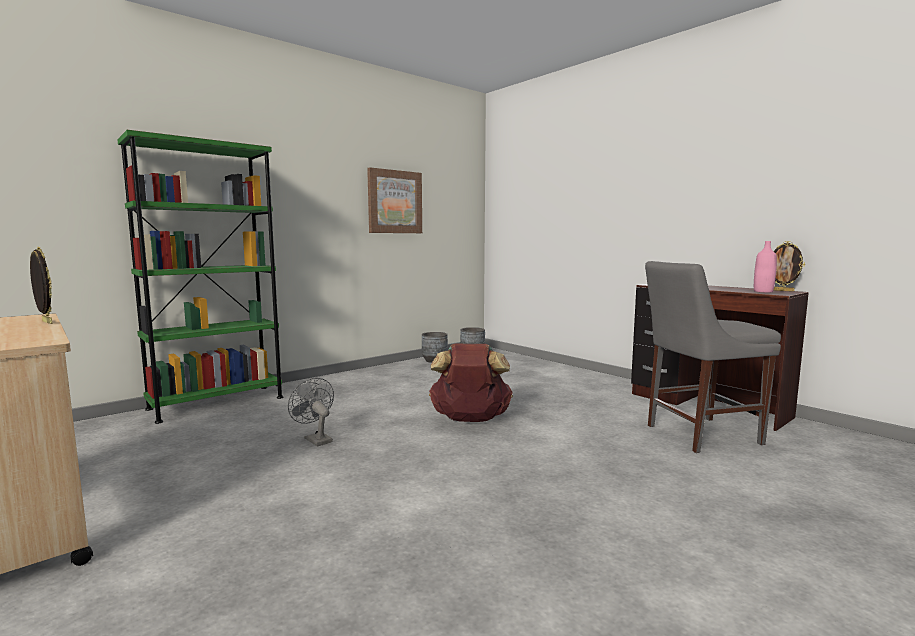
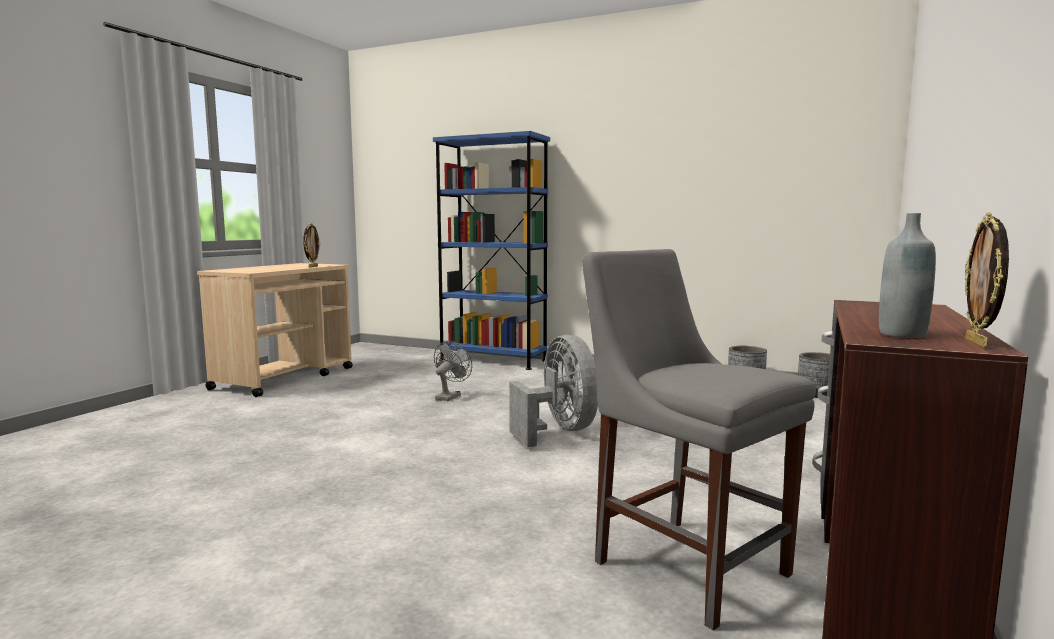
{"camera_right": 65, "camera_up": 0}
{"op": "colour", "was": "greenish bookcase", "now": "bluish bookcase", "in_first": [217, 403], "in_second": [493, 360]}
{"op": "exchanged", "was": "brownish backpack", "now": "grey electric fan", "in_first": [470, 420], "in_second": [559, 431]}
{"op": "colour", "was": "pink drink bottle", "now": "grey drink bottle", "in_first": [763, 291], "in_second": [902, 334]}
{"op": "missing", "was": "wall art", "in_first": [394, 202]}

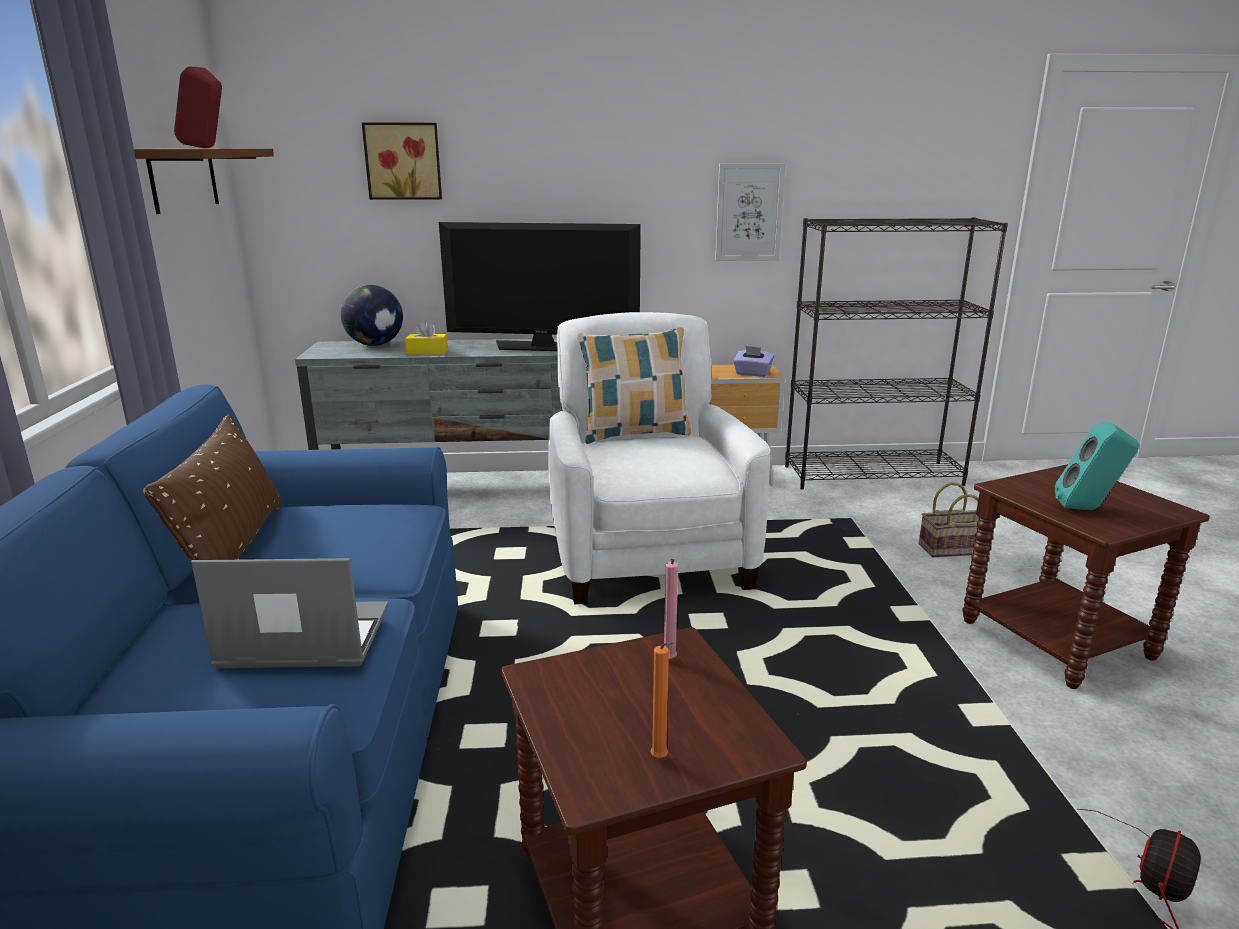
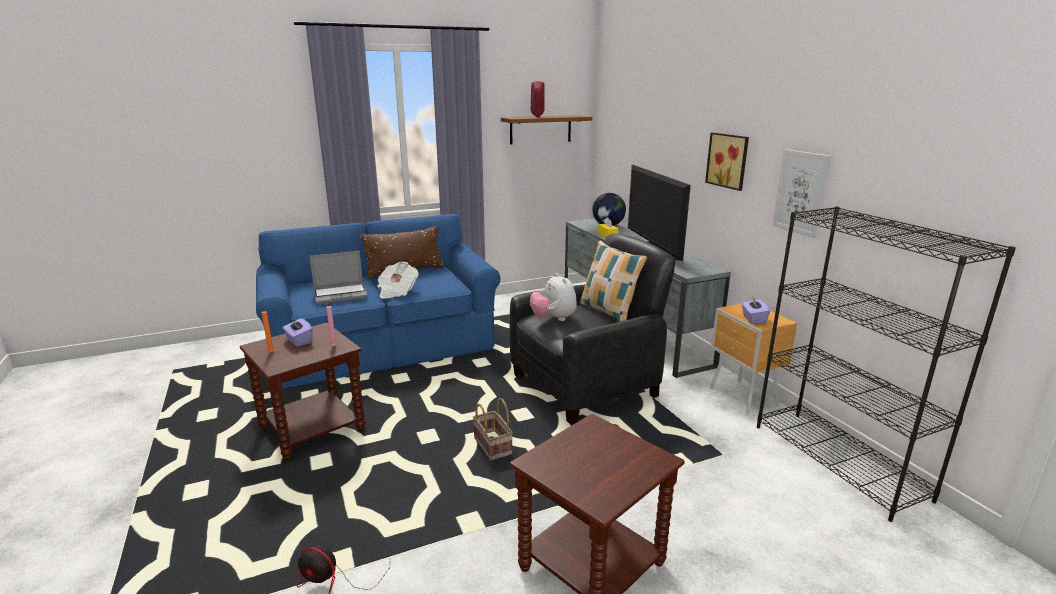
{"camera_right": 70, "camera_up": 0}
{"op": "appeared", "now": "purplish tissue holder", "in_second": [299, 341]}
{"op": "spun", "was": "laptop", "in_first": [302, 640], "in_second": [341, 294], "clockwise": 90}
{"op": "appeared", "now": "printed paper", "in_second": [397, 291]}
{"op": "relocated", "was": "storage basket", "in_first": [952, 548], "in_second": [494, 446]}
{"op": "colour", "was": "white-coloured lounge chair", "now": "blackish lounge chair", "in_first": [648, 556], "in_second": [586, 385]}
{"op": "appeared", "now": "cuddly toy", "in_second": [553, 319]}
{"op": "relocated", "was": "wall art", "in_first": [403, 161], "in_second": [728, 160]}
{"op": "missing", "was": "turquoise-coloured loudspeaker", "in_first": [1088, 509]}

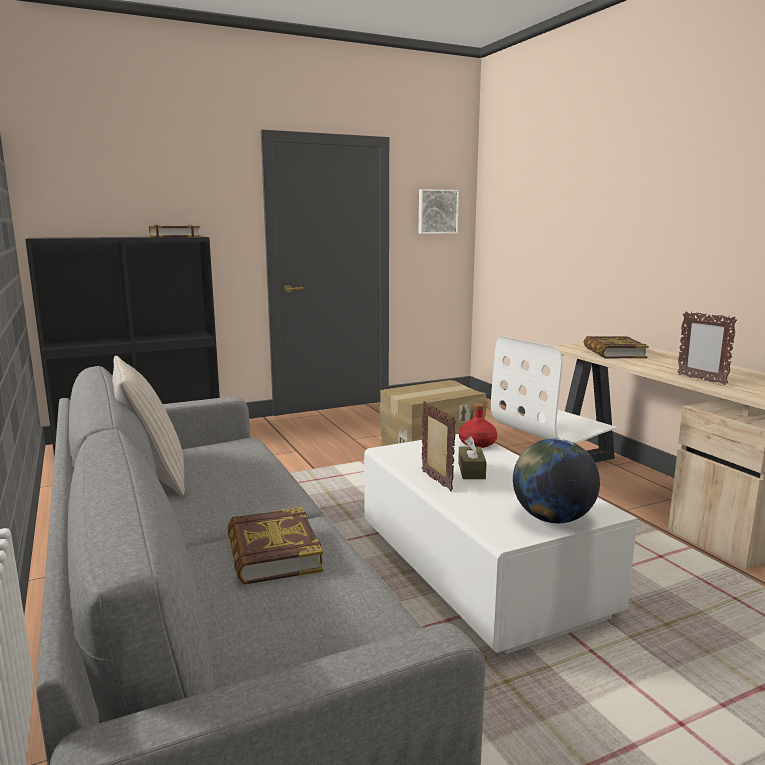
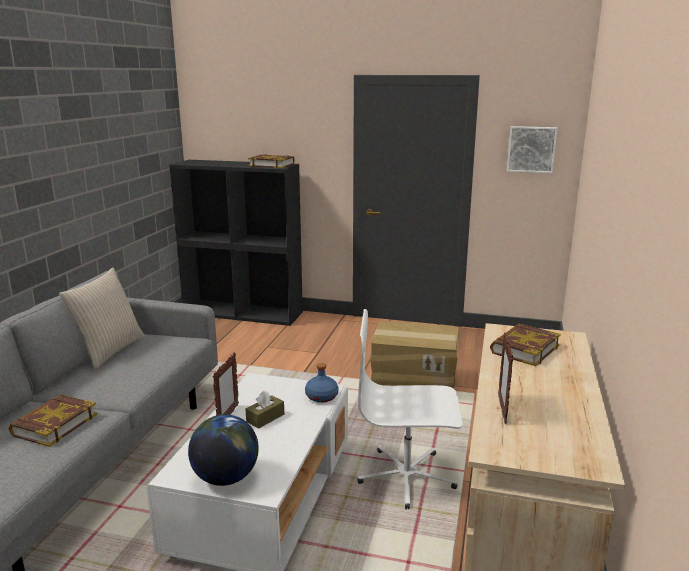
{"camera_right": 40, "camera_up": 5}
{"op": "colour", "was": "reddish drink bottle", "now": "bluish drink bottle", "in_first": [478, 443], "in_second": [322, 397]}

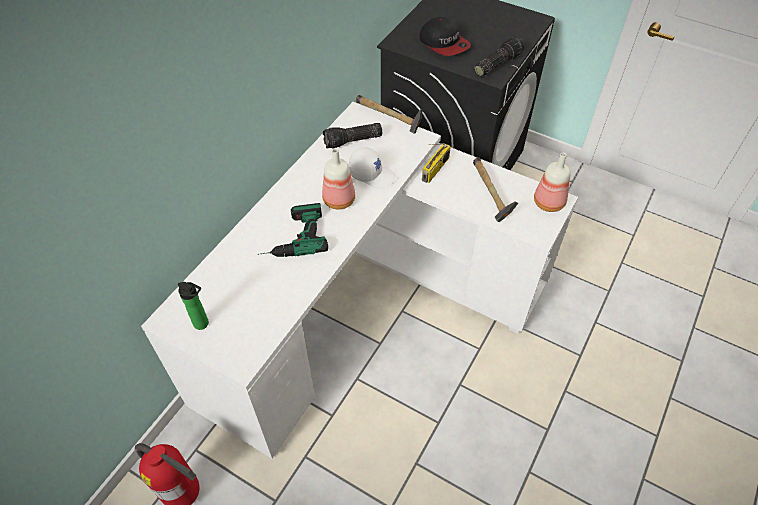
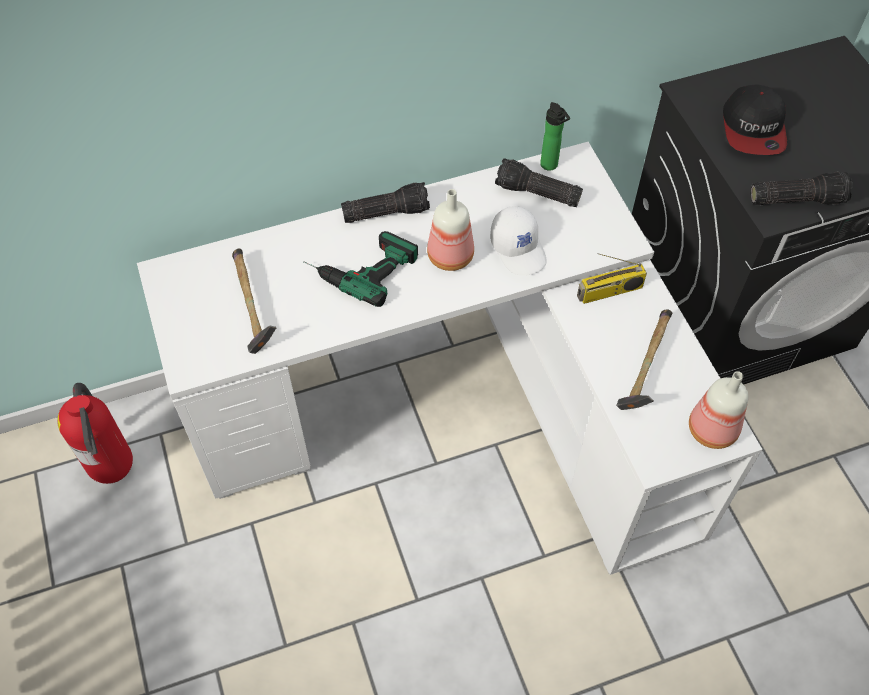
{"camera_right": 40, "camera_up": 5}
{"op": "relocated", "was": "hammer", "in_first": [389, 119], "in_second": [251, 308]}
{"op": "appeared", "now": "torch", "in_second": [386, 211]}
{"op": "relocated", "was": "drink bottle", "in_first": [203, 324], "in_second": [550, 166]}

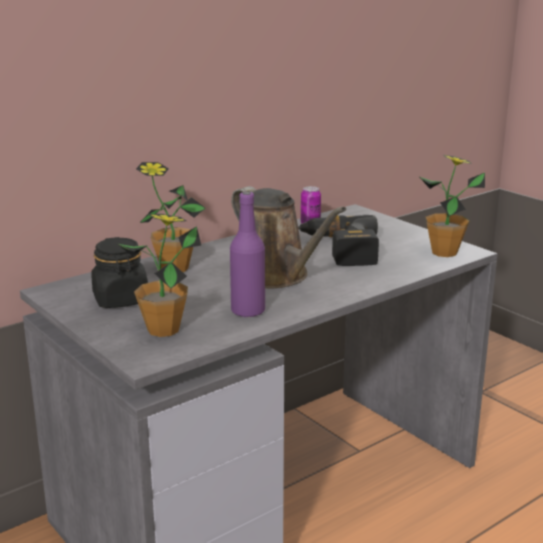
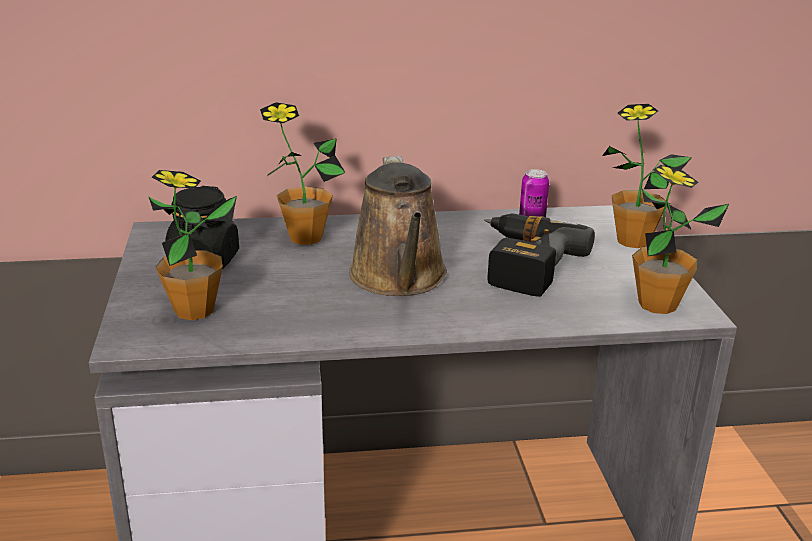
{"camera_right": 30, "camera_up": 5}
{"op": "appeared", "now": "potted plant", "in_second": [632, 241]}
{"op": "missing", "was": "purplish drink bottle", "in_first": [248, 311]}

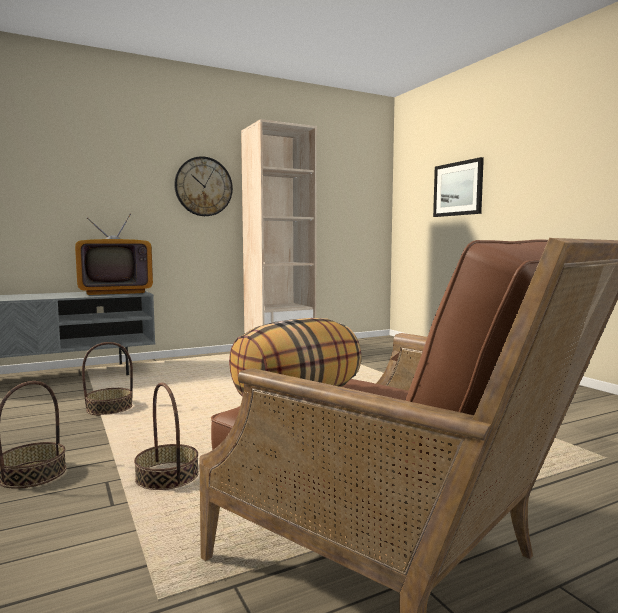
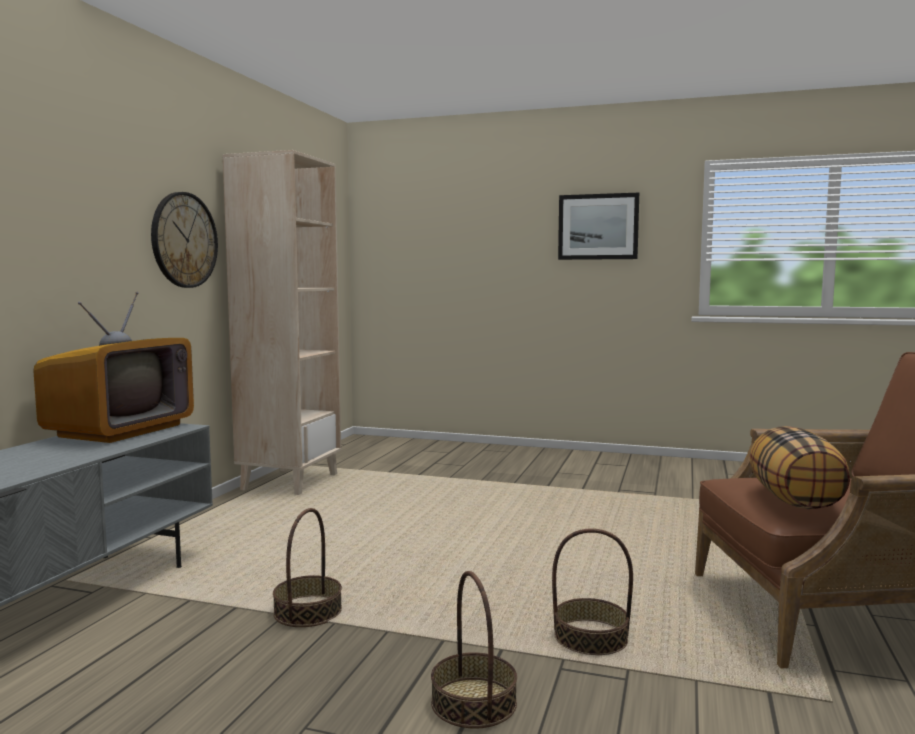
{"camera_right": -45, "camera_up": 0}
{"op": "relocated", "was": "wall art", "in_first": [458, 189], "in_second": [598, 227]}

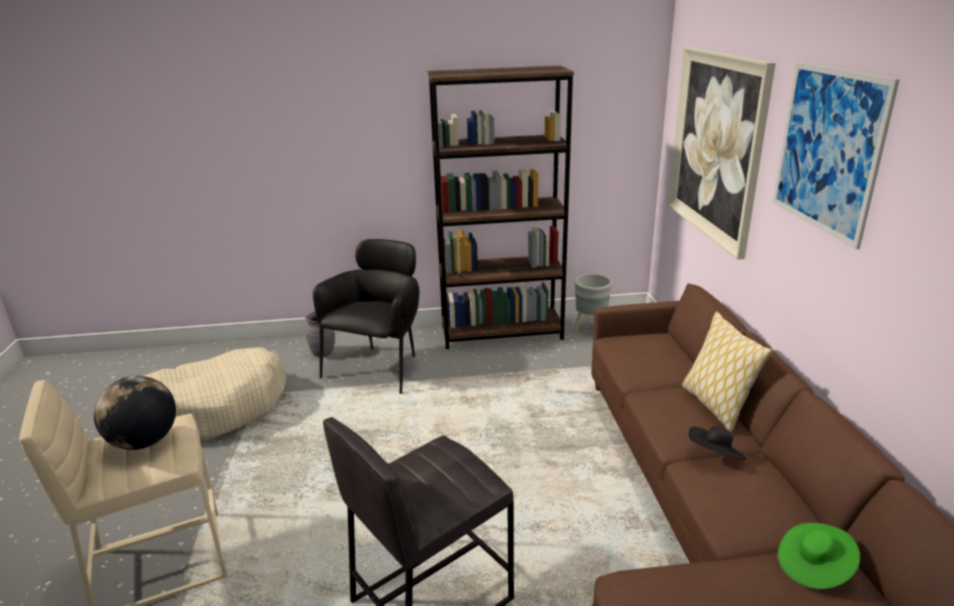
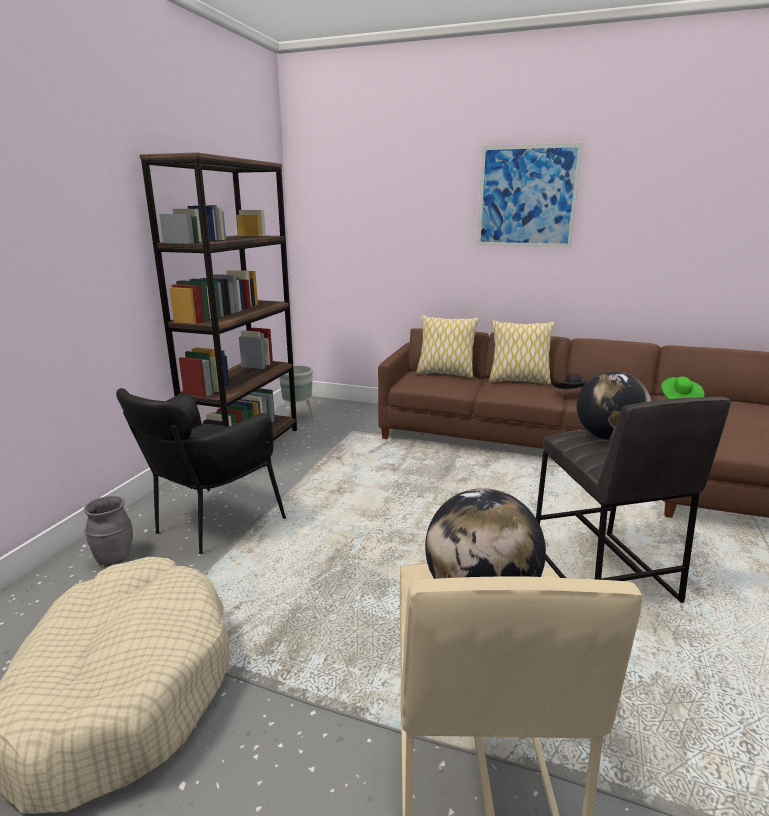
{"camera_right": -65, "camera_up": -5}
{"op": "spun", "was": "blackish lounge chair", "in_first": [379, 366], "in_second": [209, 524], "clockwise": -105}
{"op": "appeared", "now": "pillow", "in_second": [445, 373]}
{"op": "appeared", "now": "globe", "in_second": [608, 437]}
{"op": "missing", "was": "wall art", "in_first": [716, 146]}

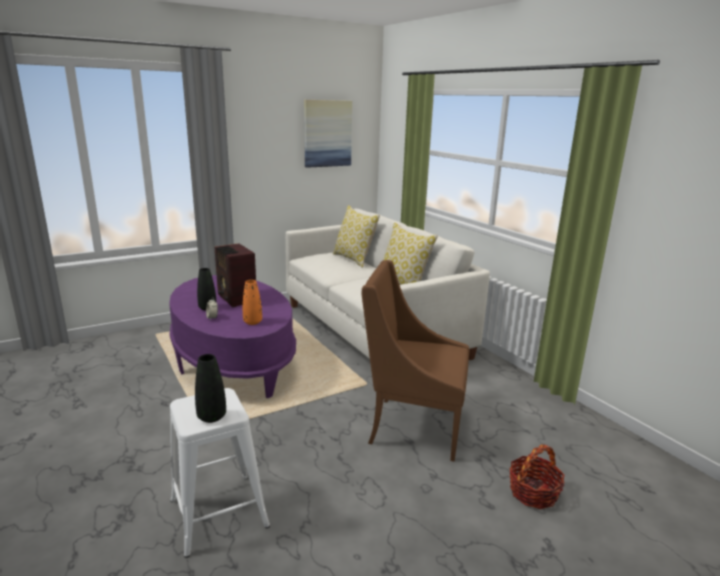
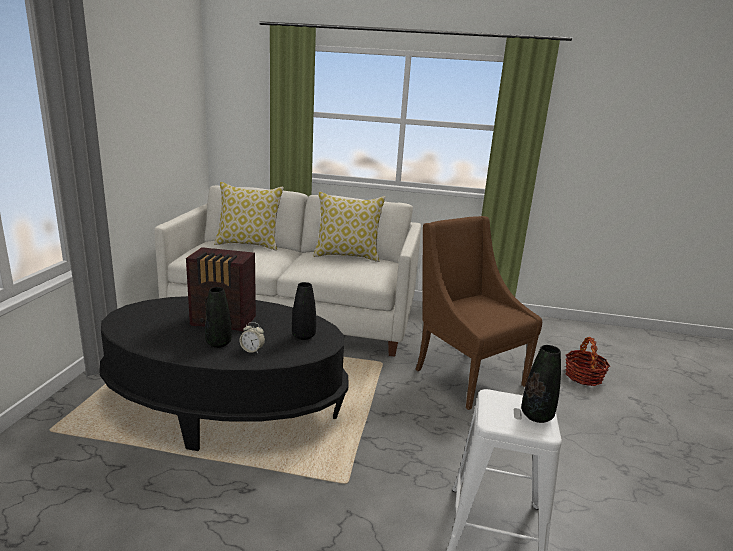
{"camera_right": -50, "camera_up": 0}
{"op": "colour", "was": "purplish coffee table", "now": "blackish coffee table", "in_first": [233, 361], "in_second": [226, 406]}
{"op": "colour", "was": "orangey flower vase", "now": "blackish flower vase", "in_first": [252, 322], "in_second": [303, 336]}
{"op": "spun", "was": "brownish lounge chair", "in_first": [412, 426], "in_second": [466, 376], "clockwise": 90}
{"op": "missing", "was": "wall art", "in_first": [327, 133]}

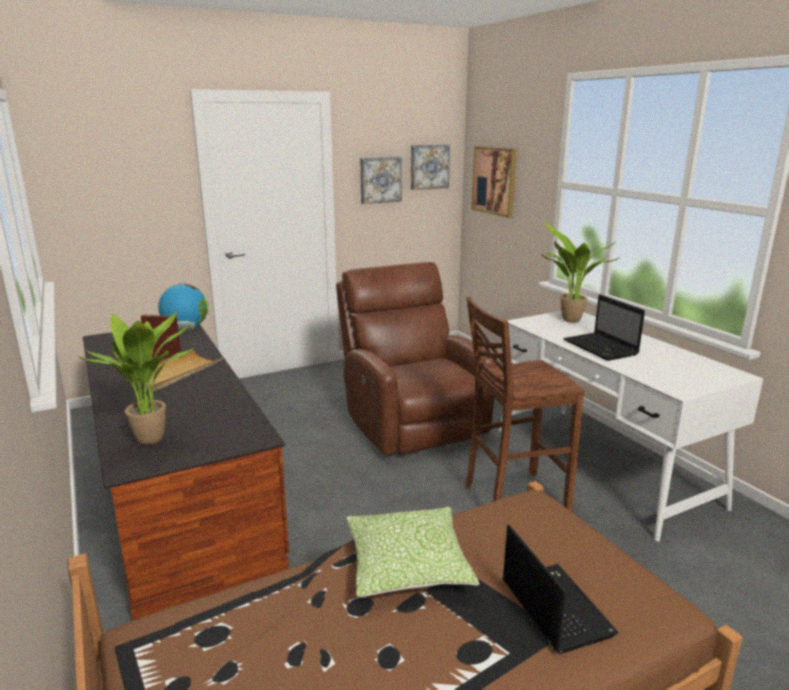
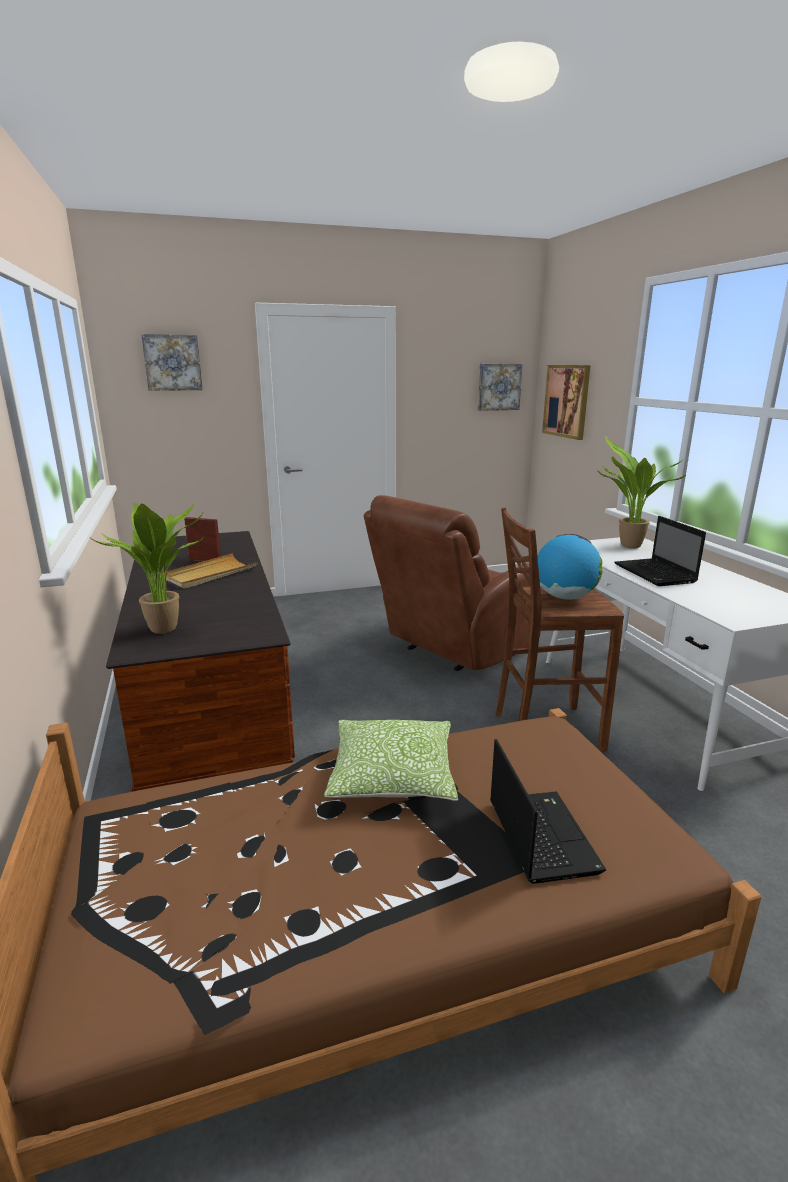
{"camera_right": 10, "camera_up": 0}
{"op": "relocated", "was": "wall art", "in_first": [380, 180], "in_second": [172, 362]}
{"op": "spun", "was": "brownish lounge chair", "in_first": [412, 423], "in_second": [454, 648], "clockwise": -120}
{"op": "relocated", "was": "globe", "in_first": [186, 330], "in_second": [565, 597]}

